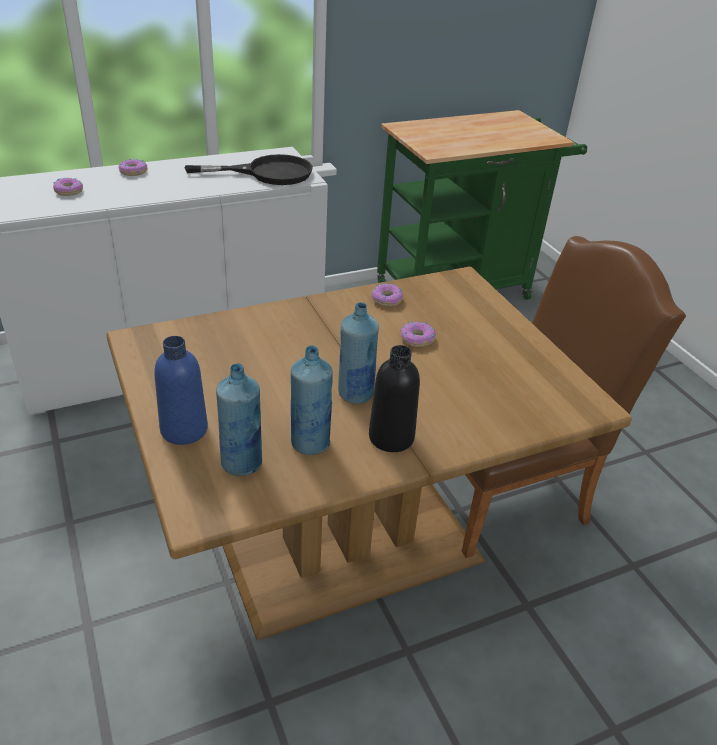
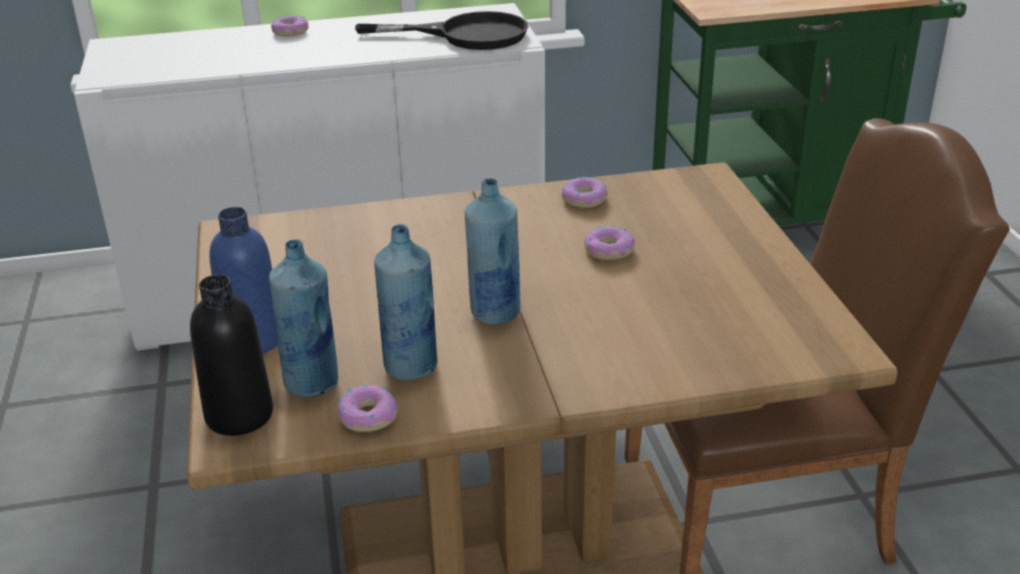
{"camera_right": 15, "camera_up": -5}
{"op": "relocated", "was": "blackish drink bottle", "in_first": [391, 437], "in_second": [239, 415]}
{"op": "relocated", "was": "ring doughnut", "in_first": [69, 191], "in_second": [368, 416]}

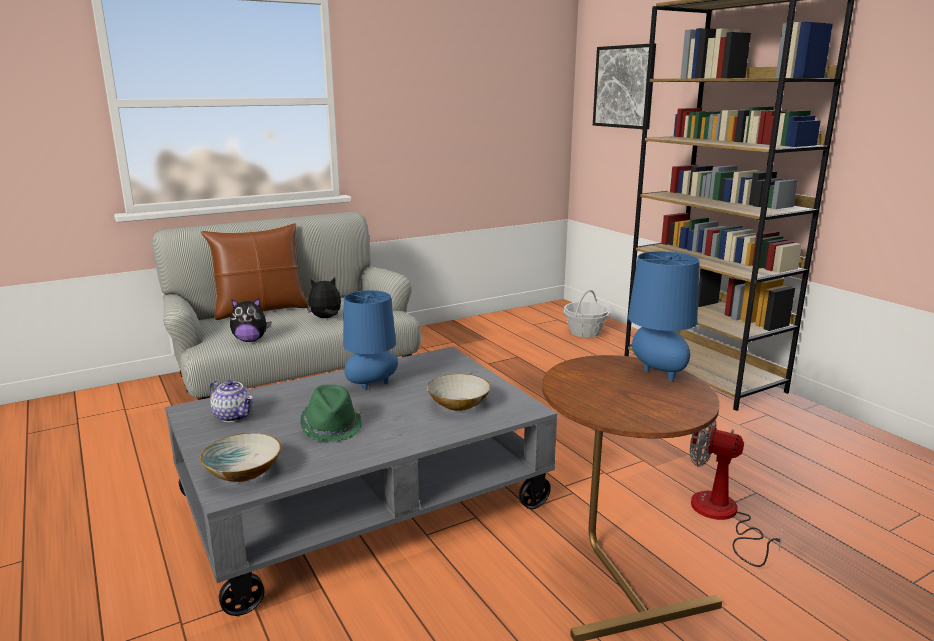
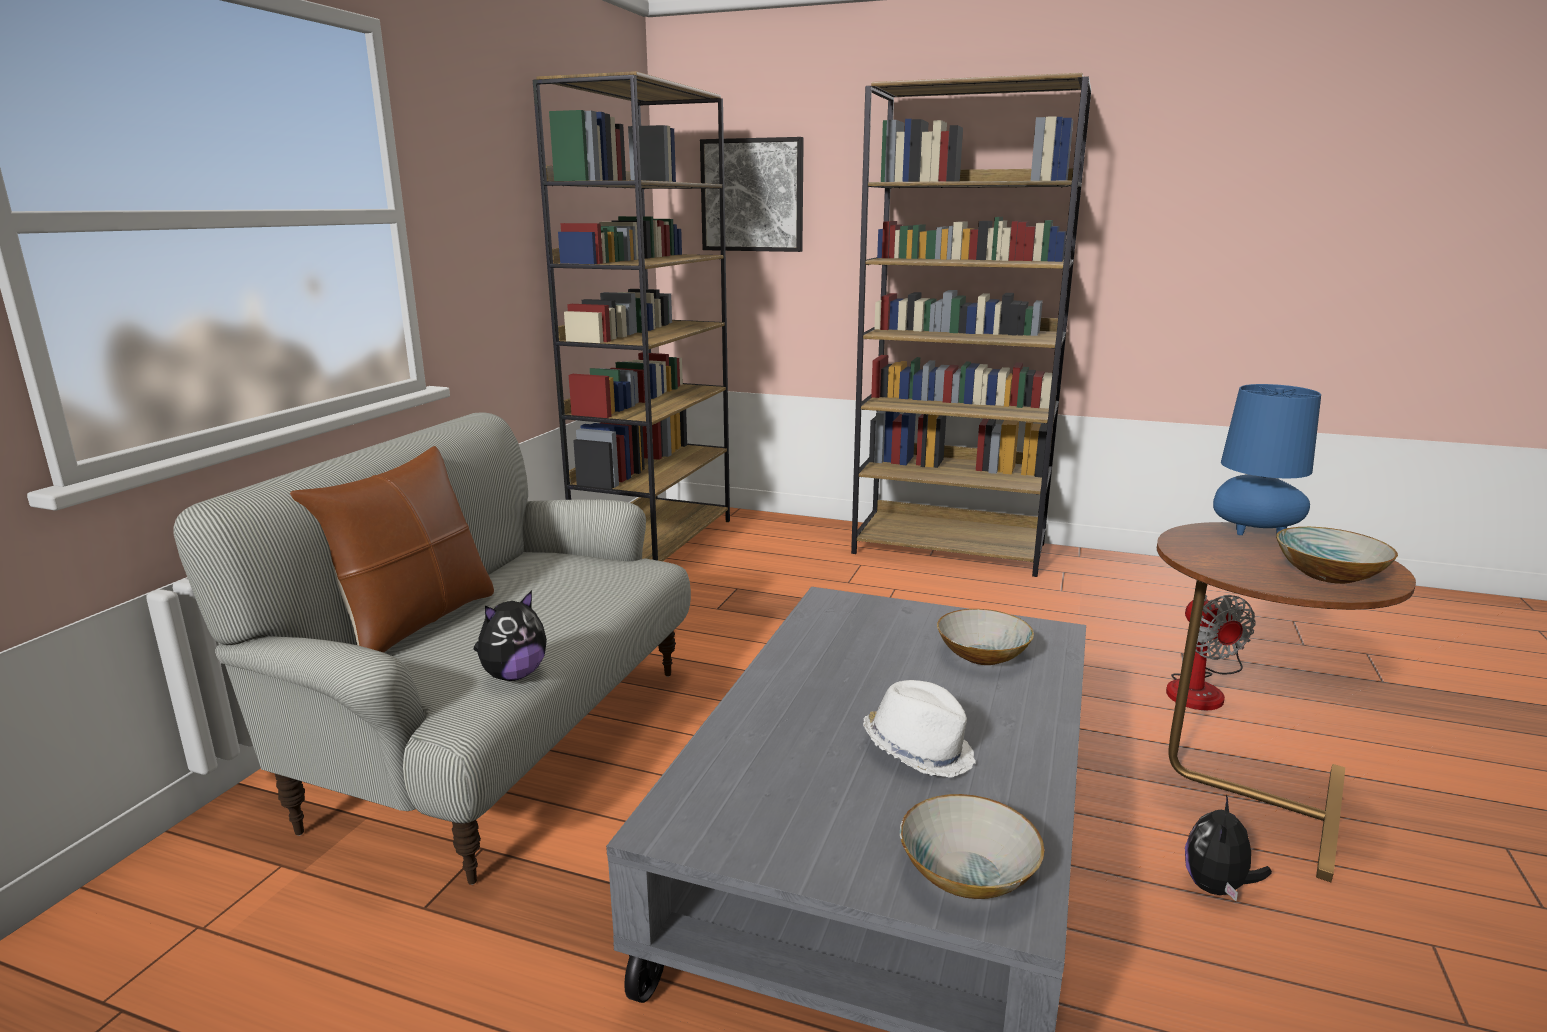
{"camera_right": -40, "camera_up": 0}
{"op": "appeared", "now": "brownish bookcase", "in_second": [655, 542]}
{"op": "colour", "was": "greenish clothing hat", "now": "white-coloured clothing hat", "in_first": [332, 426], "in_second": [919, 750]}
{"op": "spun", "was": "electric fan", "in_first": [722, 517], "in_second": [1201, 688], "clockwise": -90}
{"op": "relocated", "was": "cuddly toy", "in_first": [326, 318], "in_second": [1217, 888]}
{"op": "appeared", "now": "serving bowl", "in_second": [1328, 574]}
{"op": "missing", "was": "teapot", "in_first": [234, 416]}
{"op": "missing", "was": "bluish lamp for a table", "in_first": [371, 386]}
{"op": "missing", "was": "storage basket", "in_first": [585, 332]}

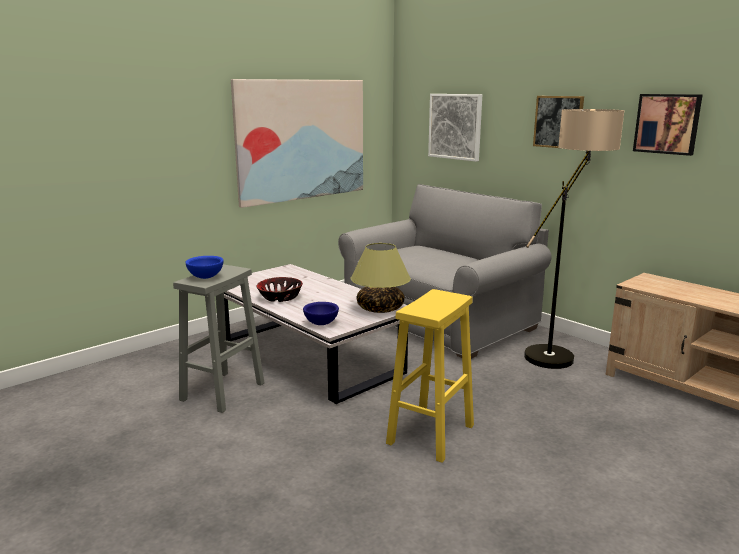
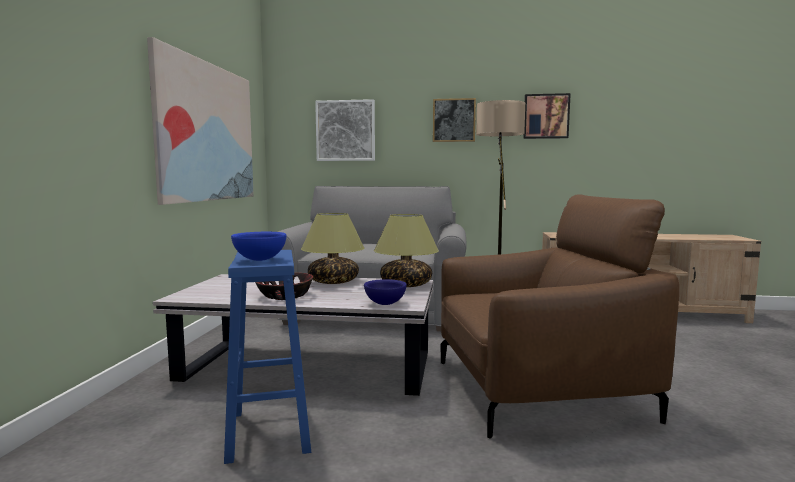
{"camera_right": -40, "camera_up": -10}
{"op": "colour", "was": "grey sitting stool", "now": "bluish sitting stool", "in_first": [223, 391], "in_second": [269, 430]}
{"op": "appeared", "now": "lamp for a table", "in_second": [334, 282]}
{"op": "exchanged", "was": "yellow sitting stool", "now": "brownish lounge chair", "in_first": [430, 435], "in_second": [537, 389]}

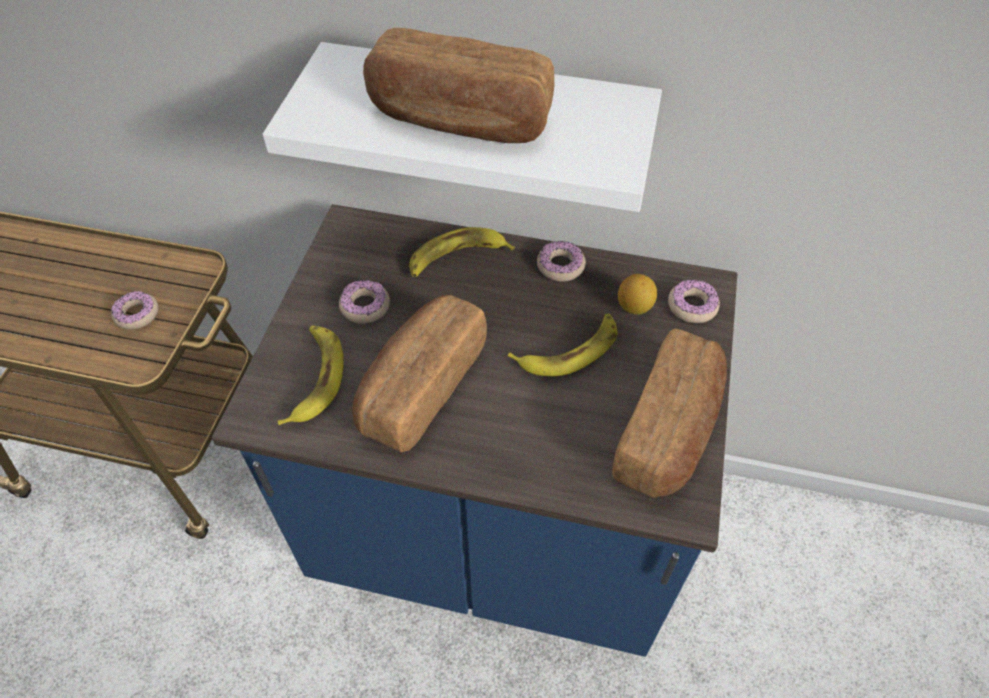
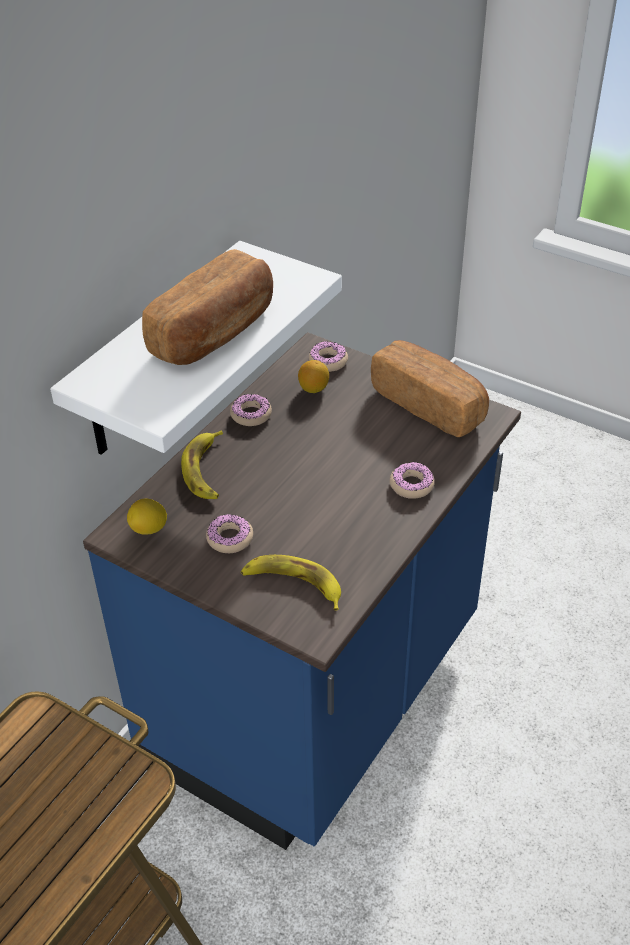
{"camera_right": -70, "camera_up": -10}
{"op": "appeared", "now": "lemon", "in_second": [149, 529]}
{"op": "relocated", "was": "ring doughnut", "in_first": [137, 314], "in_second": [411, 485]}
{"op": "missing", "was": "baked bread", "in_first": [420, 386]}
{"op": "missing", "was": "banana", "in_first": [569, 350]}

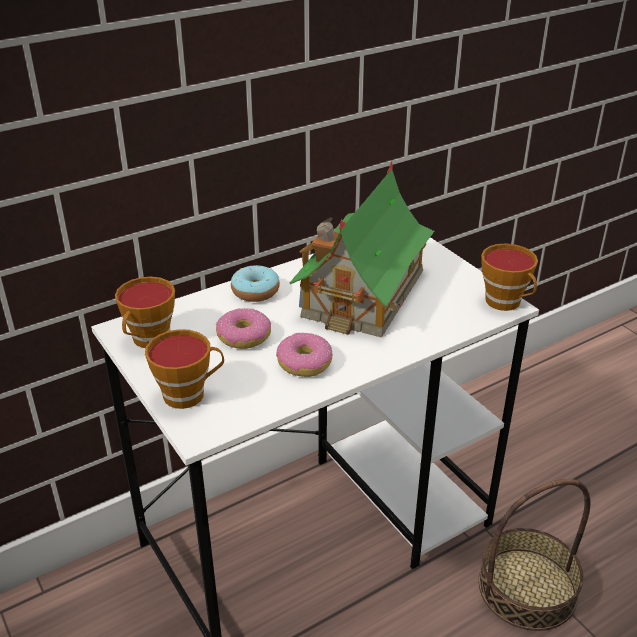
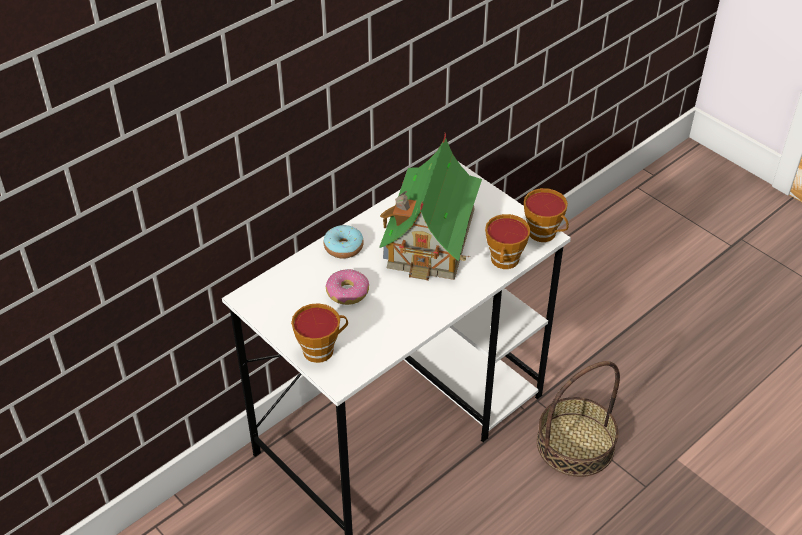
{"camera_right": -10, "camera_up": 10}
{"op": "relocated", "was": "cup", "in_first": [149, 340], "in_second": [504, 262]}
{"op": "missing", "was": "ring doughnut", "in_first": [304, 363]}

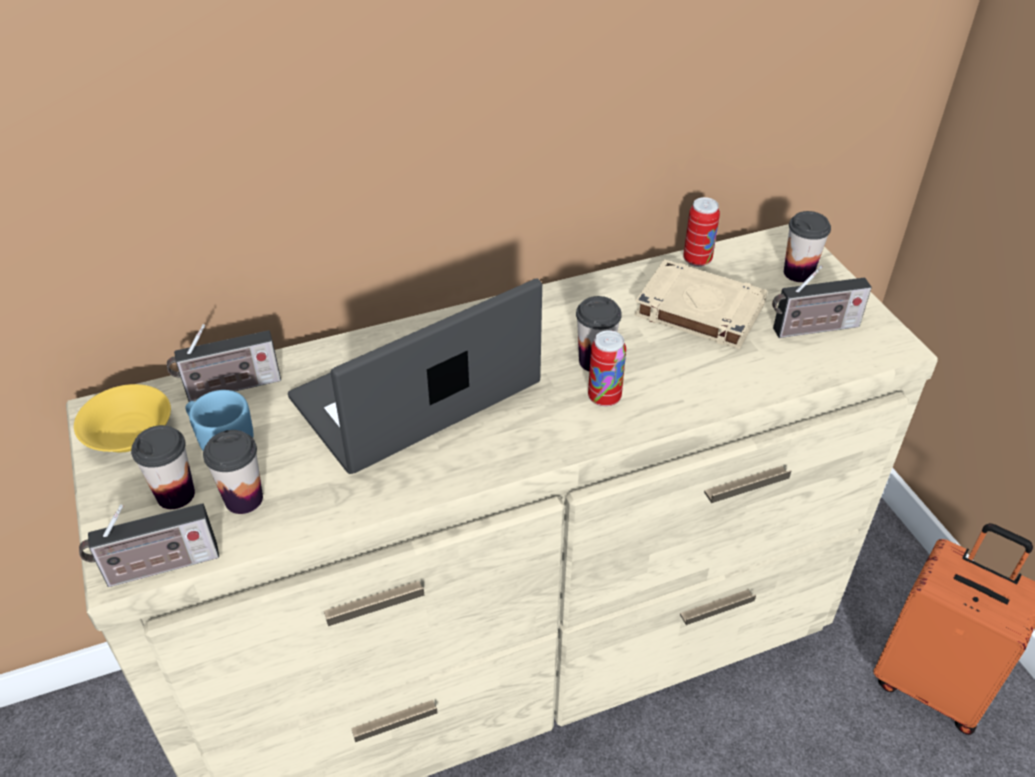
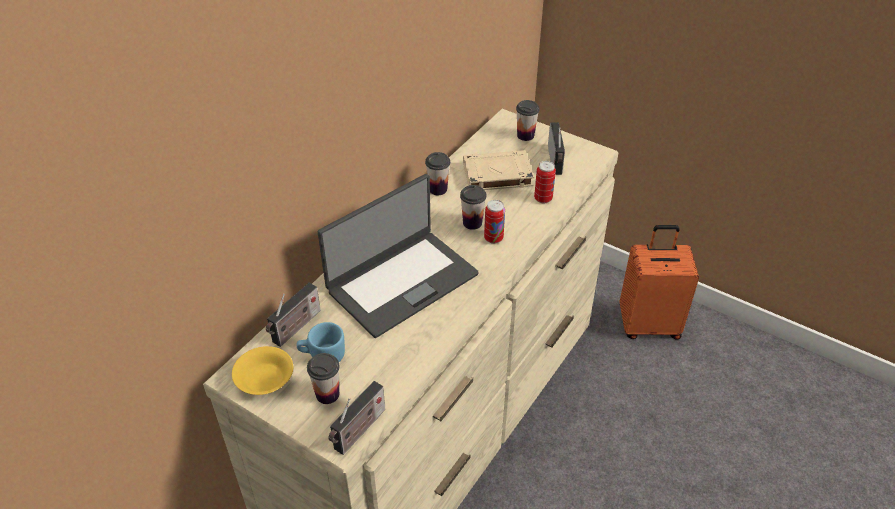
{"camera_right": -35, "camera_up": 0}
{"op": "spun", "was": "laptop", "in_first": [417, 395], "in_second": [401, 282], "clockwise": -150}
{"op": "relocated", "was": "cup", "in_first": [244, 499], "in_second": [438, 189]}
{"op": "relocated", "was": "sealed can", "in_first": [697, 260], "in_second": [543, 199]}
{"op": "spun", "was": "radio set", "in_first": [812, 329], "in_second": [555, 161], "clockwise": -45}

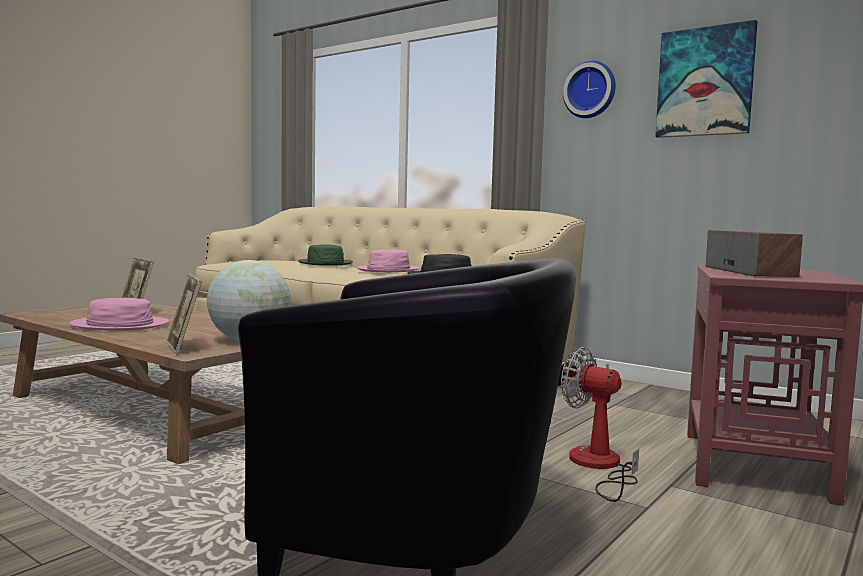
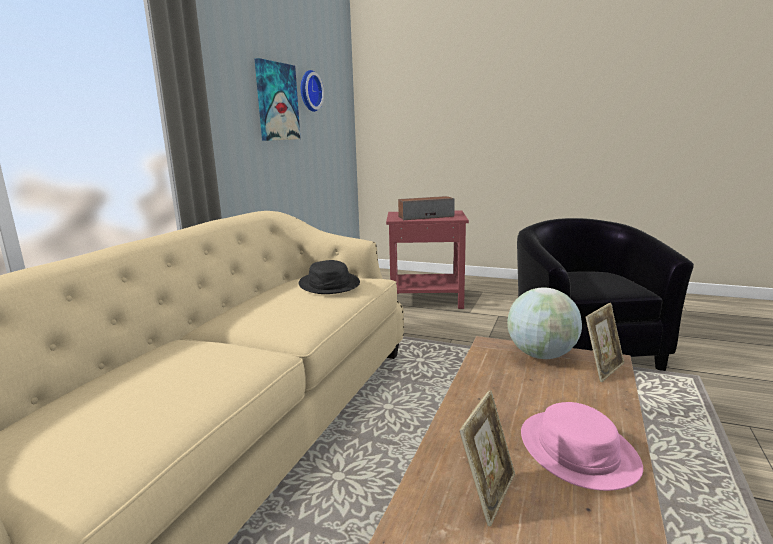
{"camera_right": -105, "camera_up": 10}
{"op": "relocated", "was": "clock on the wall", "in_first": [590, 90], "in_second": [309, 91]}
{"op": "missing", "was": "greenish clothing hat", "in_first": [325, 263]}
{"op": "missing", "was": "pink clothing hat", "in_first": [388, 270]}
{"op": "missing", "was": "electric fan", "in_first": [599, 467]}

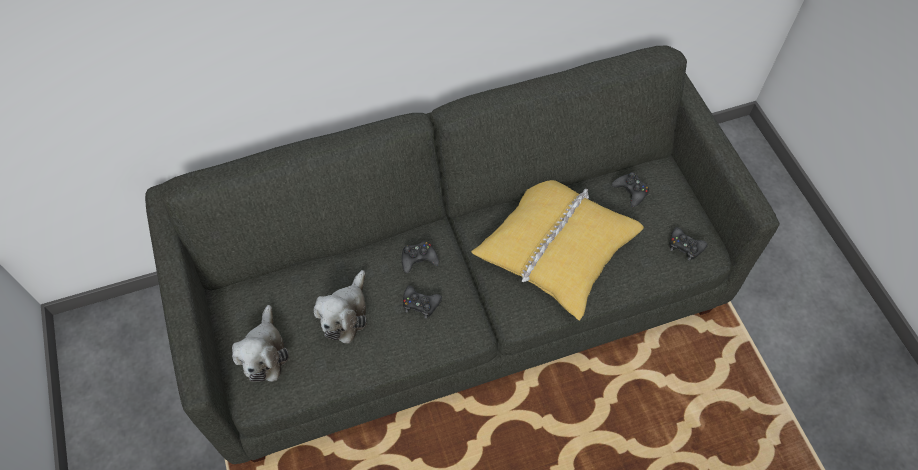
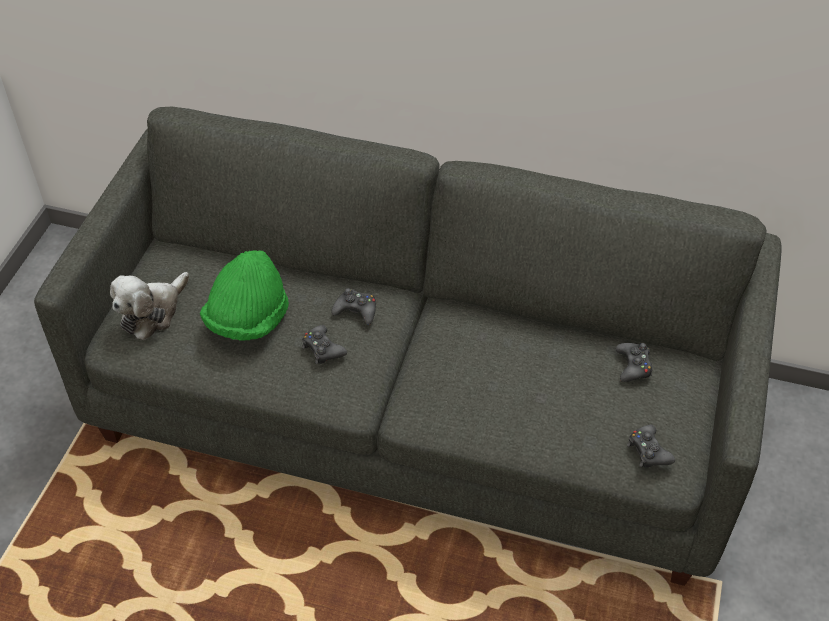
{"camera_right": 35, "camera_up": -10}
{"op": "exchanged", "was": "cuddly toy", "now": "greenish clothing hat", "in_first": [345, 314], "in_second": [248, 319]}
{"op": "missing", "was": "yellow pillow", "in_first": [556, 248]}

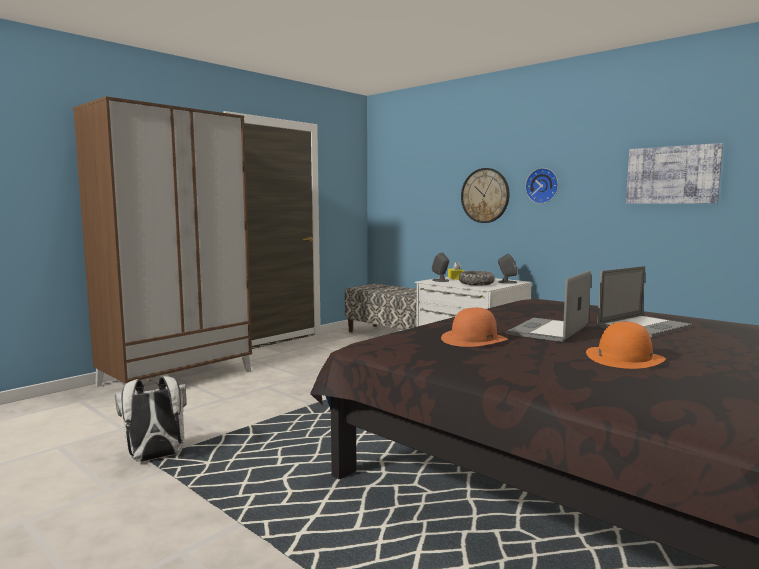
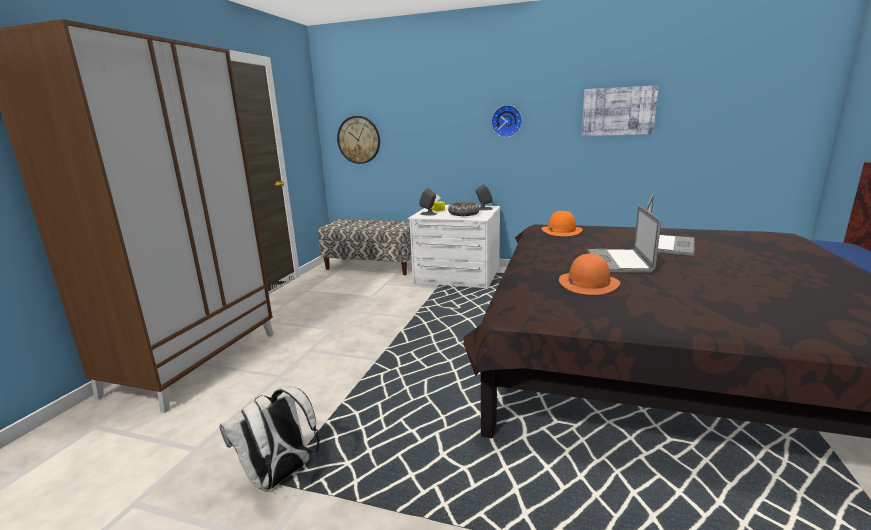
{"camera_right": -25, "camera_up": 10}
{"op": "relocated", "was": "clock on the wall", "in_first": [485, 195], "in_second": [359, 140]}
{"op": "relocated", "was": "orangey clothing hat", "in_first": [624, 358], "in_second": [561, 230]}

